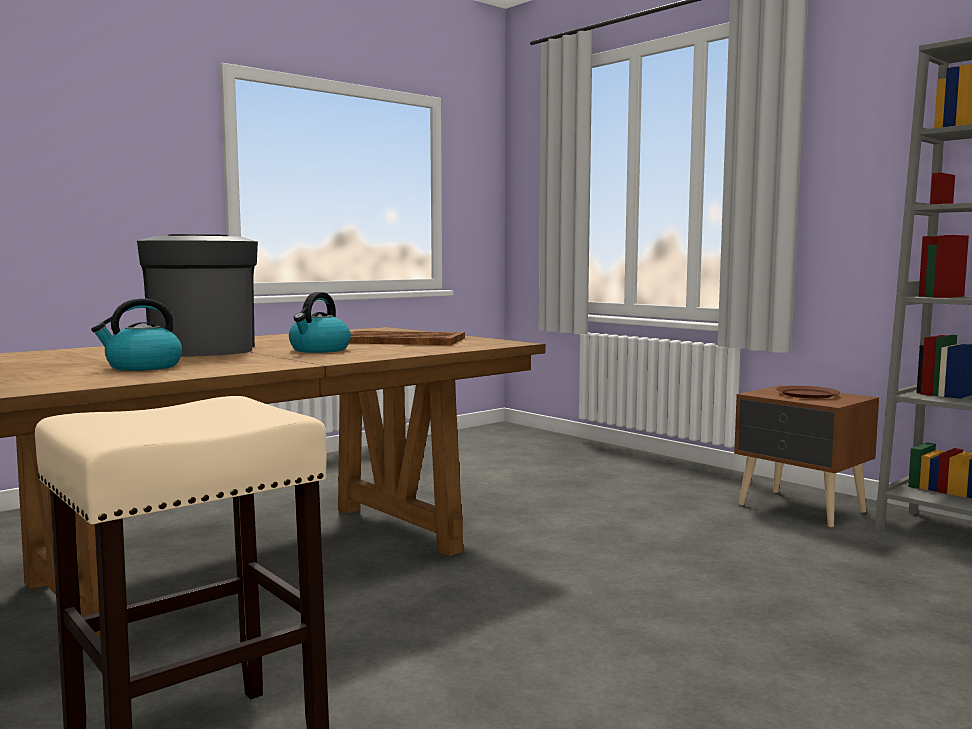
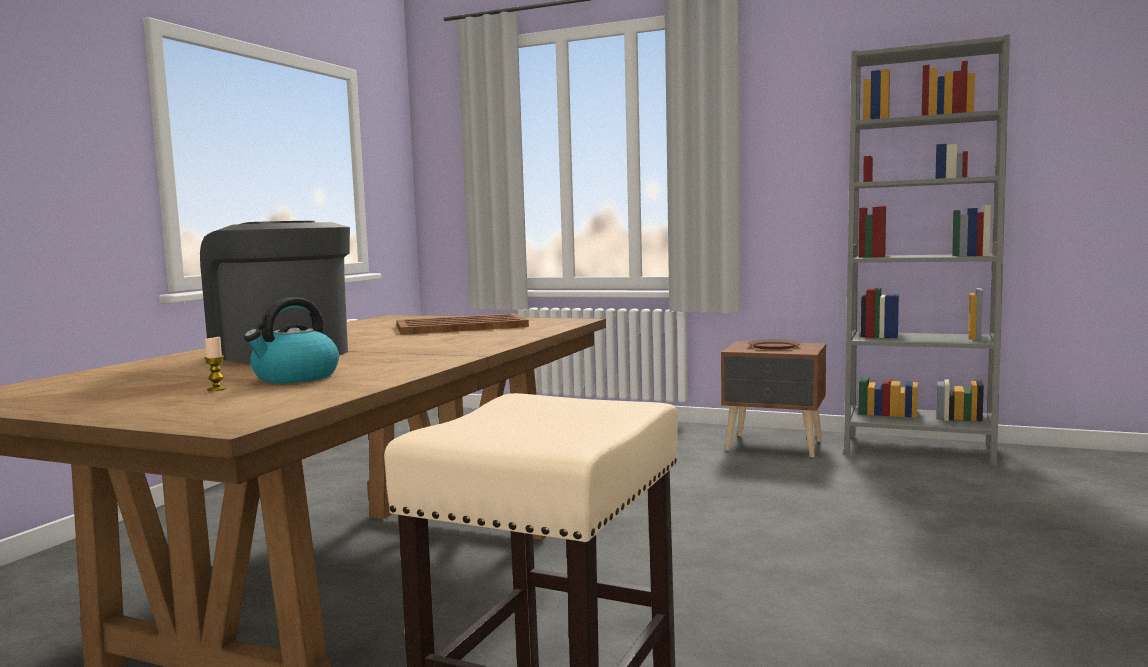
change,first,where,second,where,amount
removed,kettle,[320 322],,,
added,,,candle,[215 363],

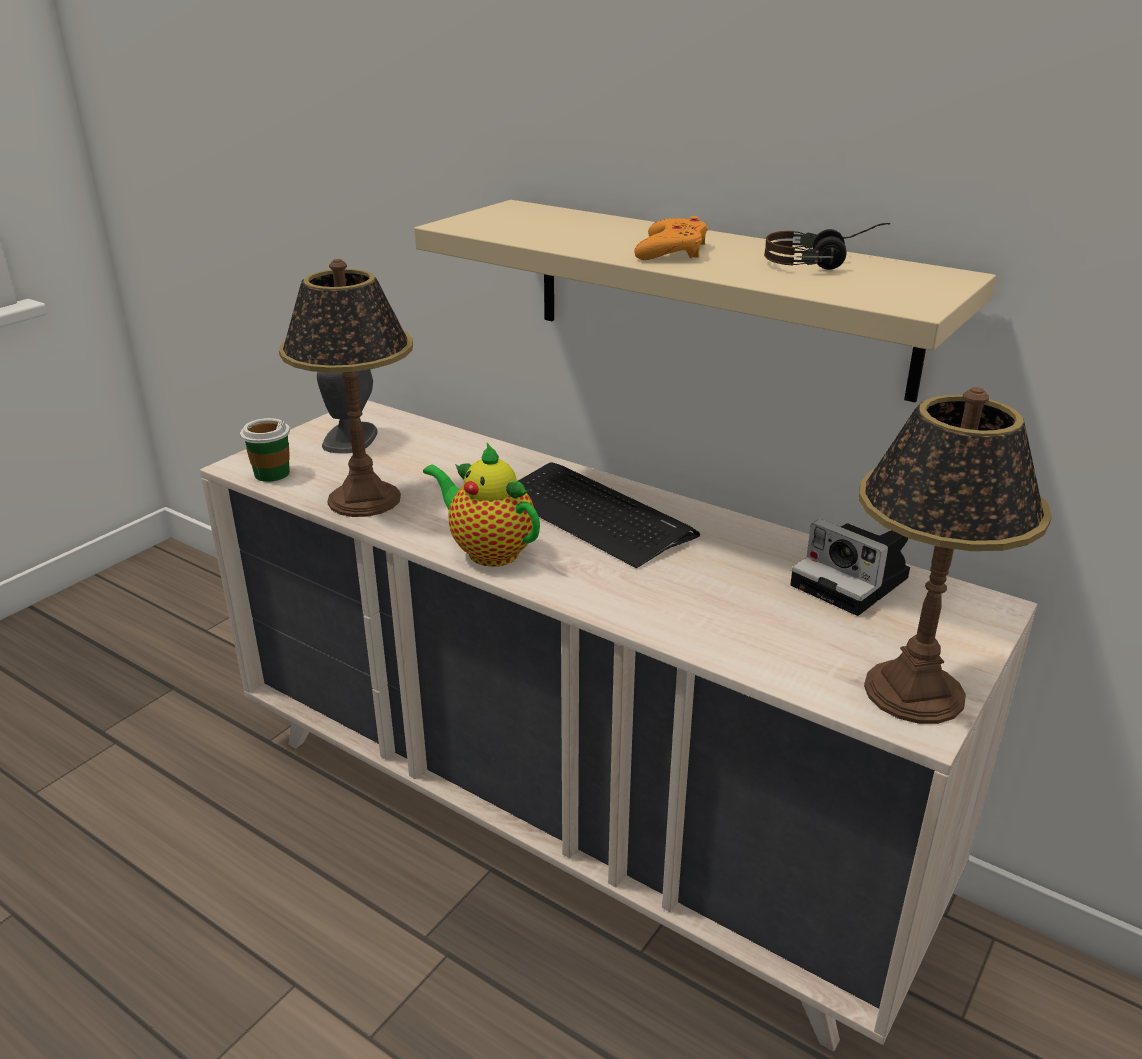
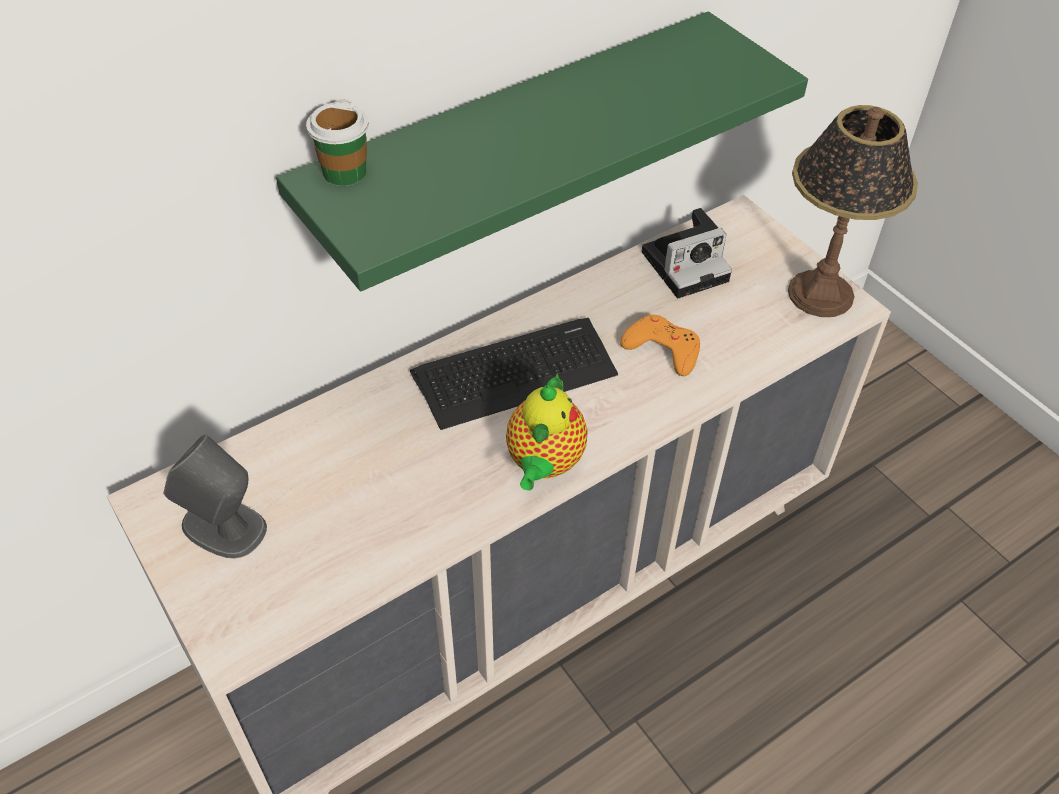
change,first,where,second,where,amount
moved,cup,[265 450],,[337 142],
removed,table_lamp,[346 388],,,
recoloured,beige_shelf,[705 301],green_shelf,[542 151],
turned,teapot,[481 505],,[546 432],45 degrees counterclockwise
moved,orange_game_controller,[671 238],,[660 345],
removed,headphones,[827 246],,,

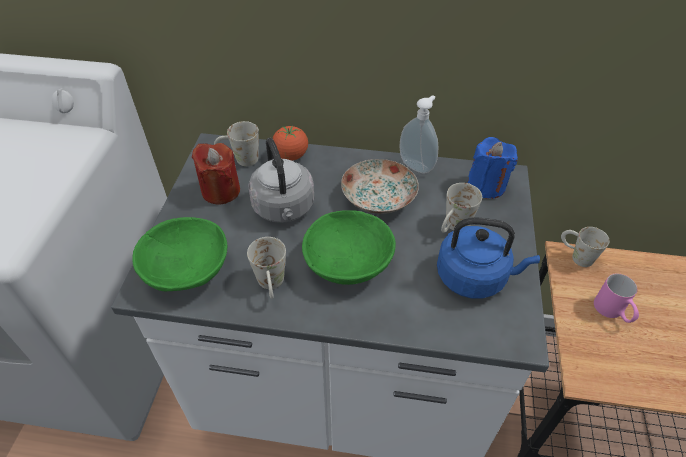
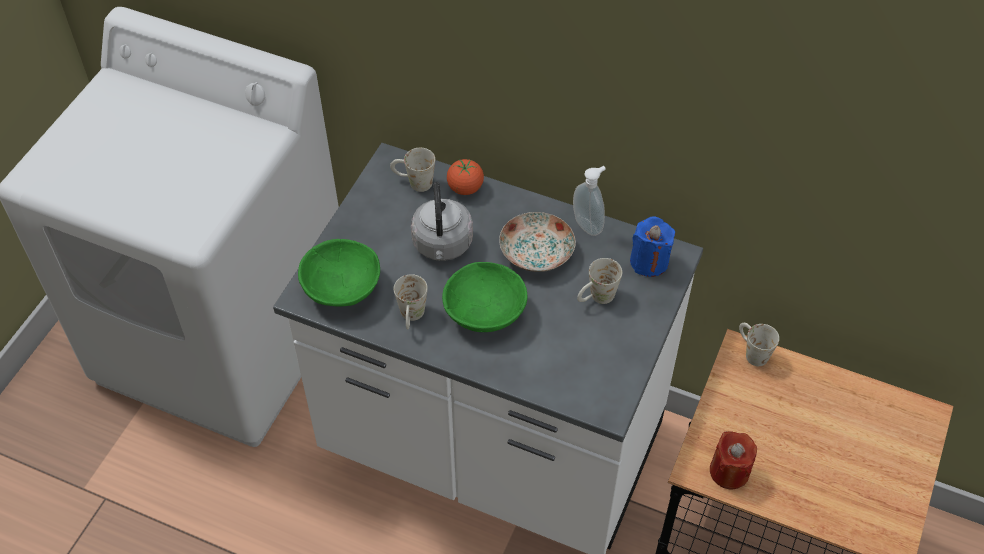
change,first,where,second,where,amount
moved,red_candle,[216 174],,[733 460],
removed,blue_kettle,[488 258],,,
removed,pink_mug,[616 298],,,

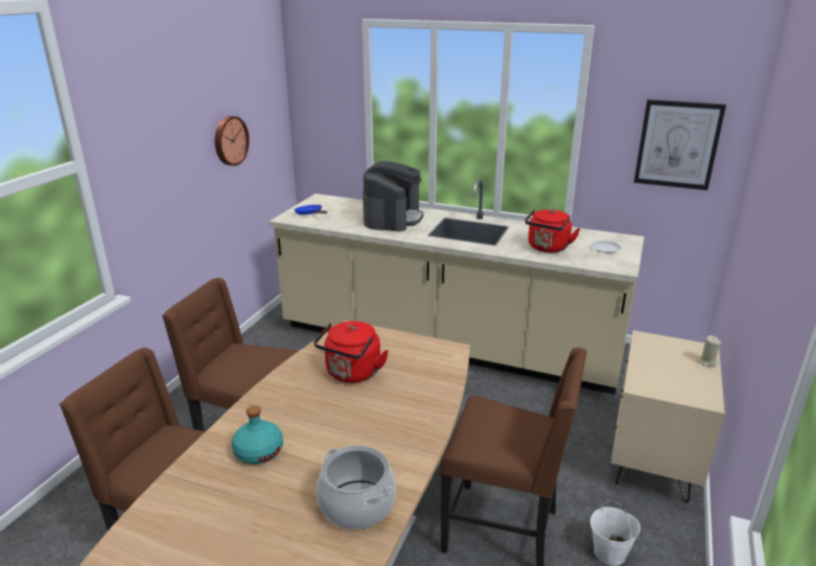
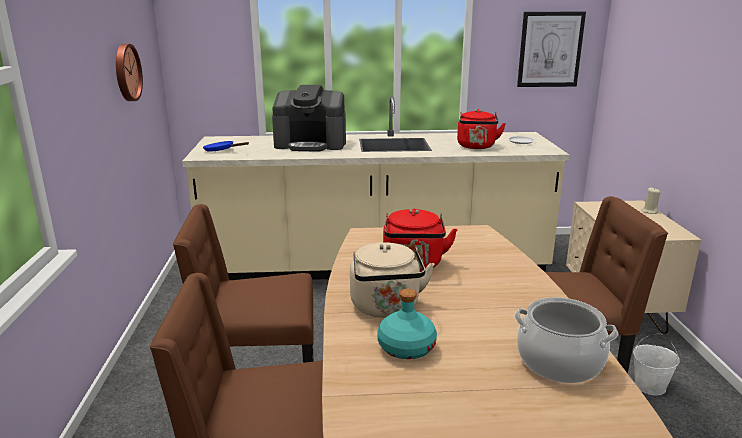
change,first,where,second,where,amount
turned,coffee_machine,[393 196],,[309 118],105 degrees clockwise
added,,,beige_kettle,[392 280],

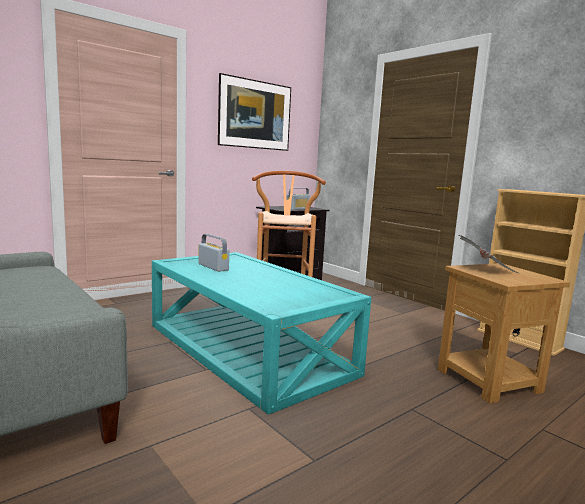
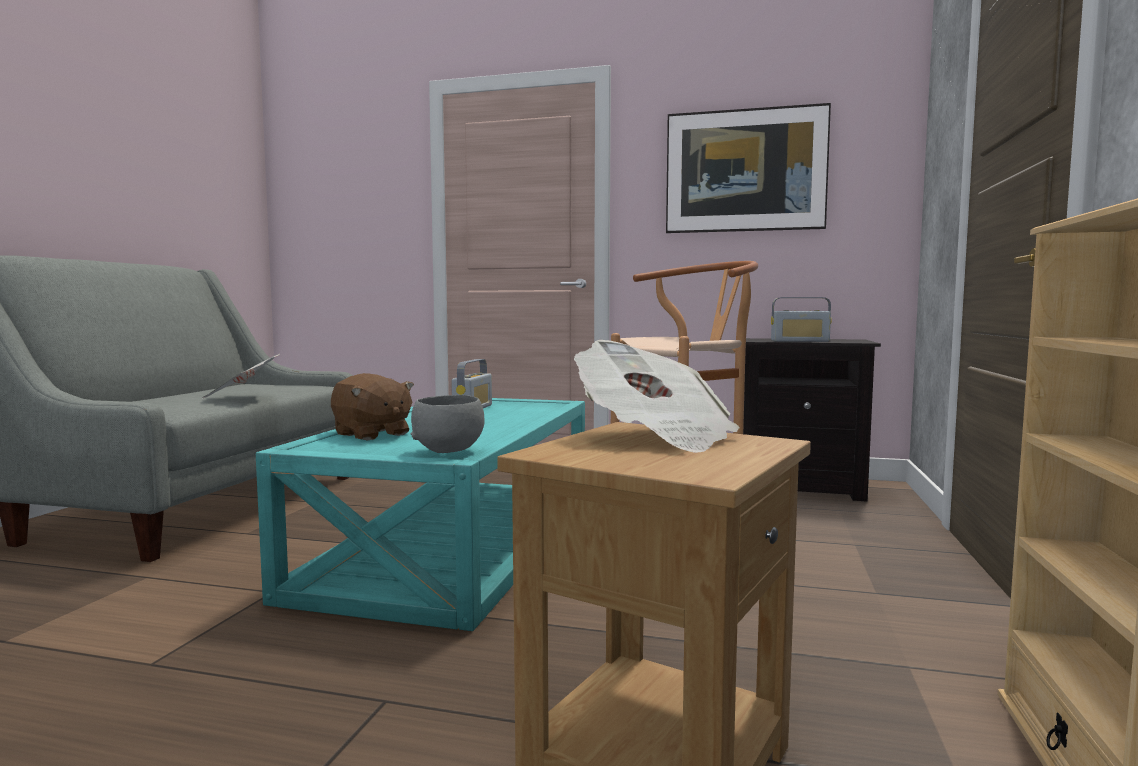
change,first,where,second,where,amount
added,,,newspaper,[240 376],
added,,,brown_plush_toy,[372 406],
added,,,grey_bowl,[448 424],

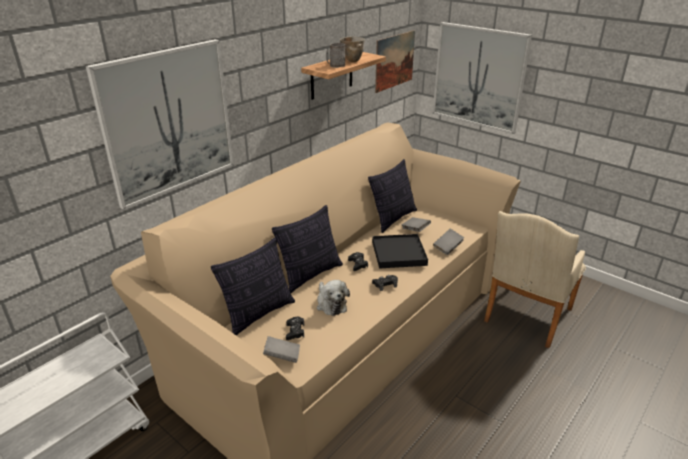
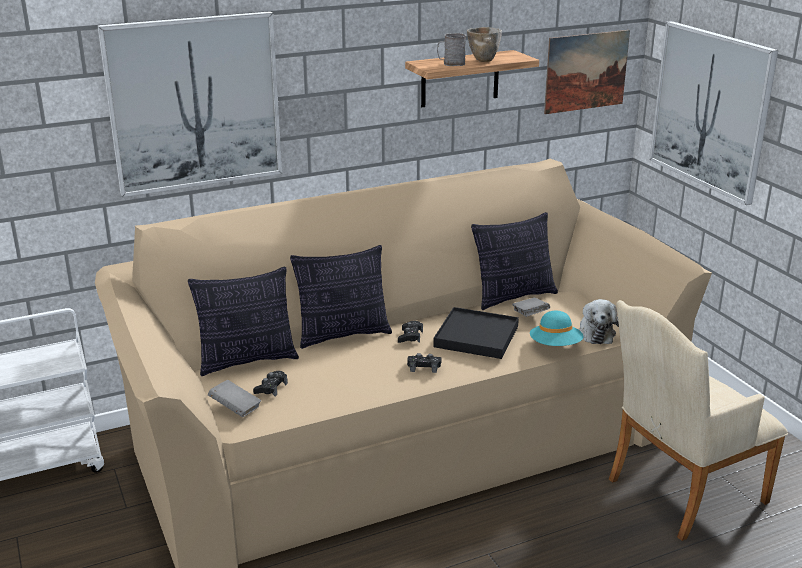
change,first,where,second,where,amount
moved,plush_toy,[333 298],,[598 321],
replaced,grey_book,[448 242],turquoise_hat,[556 328],

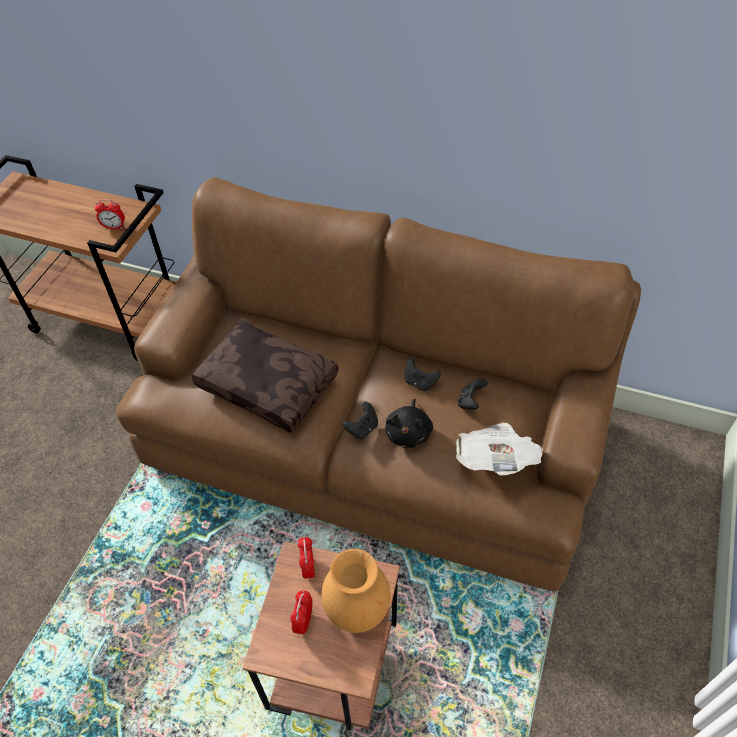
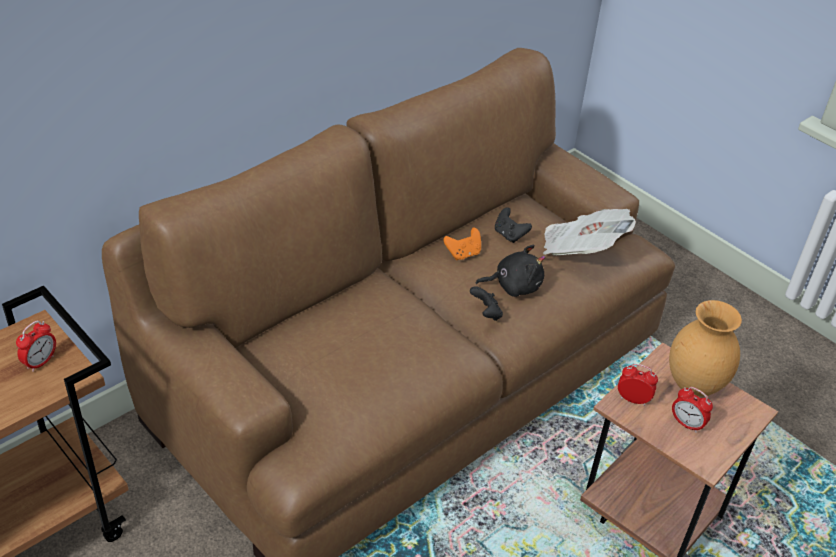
change,first,where,second,where,amount
removed,brown_pillow,[265 376],,,
turned,black_plush_toy,[409 423],,[510 271],45 degrees counterclockwise
recoloured,black_game_controller,[422 374],orange_game_controller,[462 243],

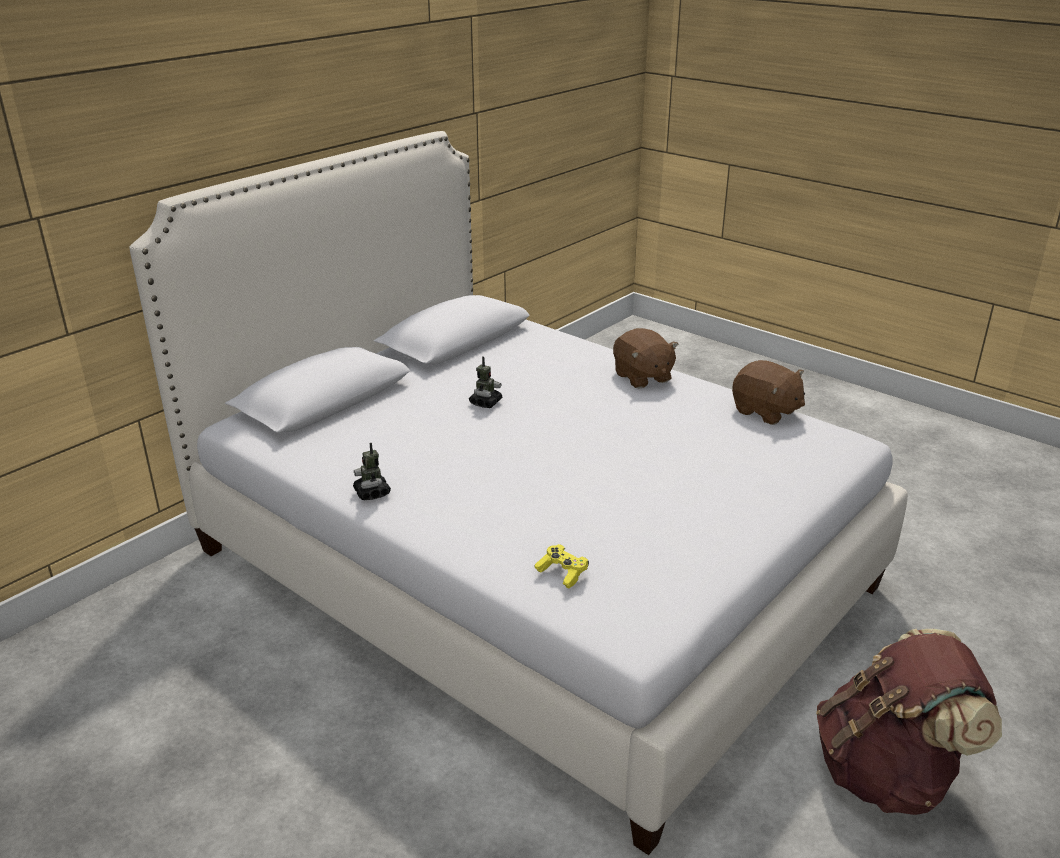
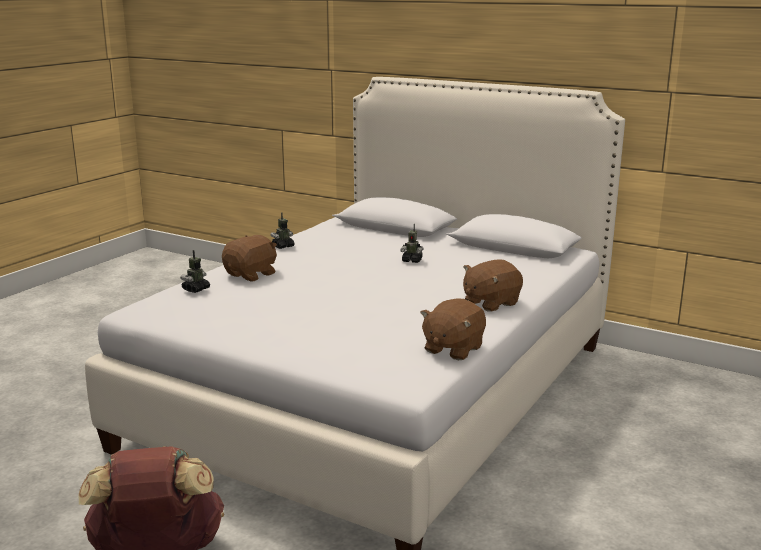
change,first,where,second,where,amount
replaced,yellow_game_controller,[561 566],toy_robot,[195 271],
added,,,brown_plush_toy,[249 258],

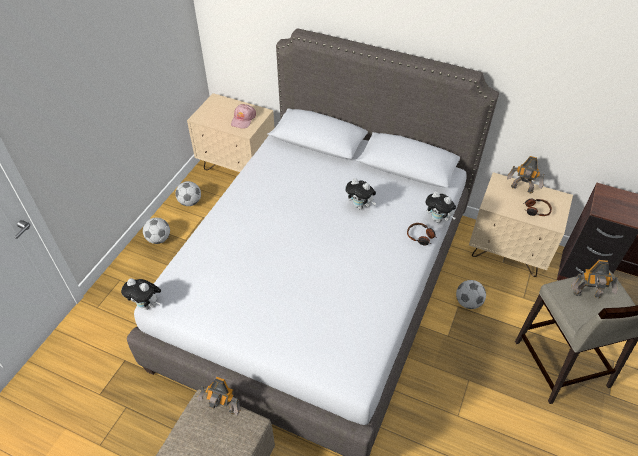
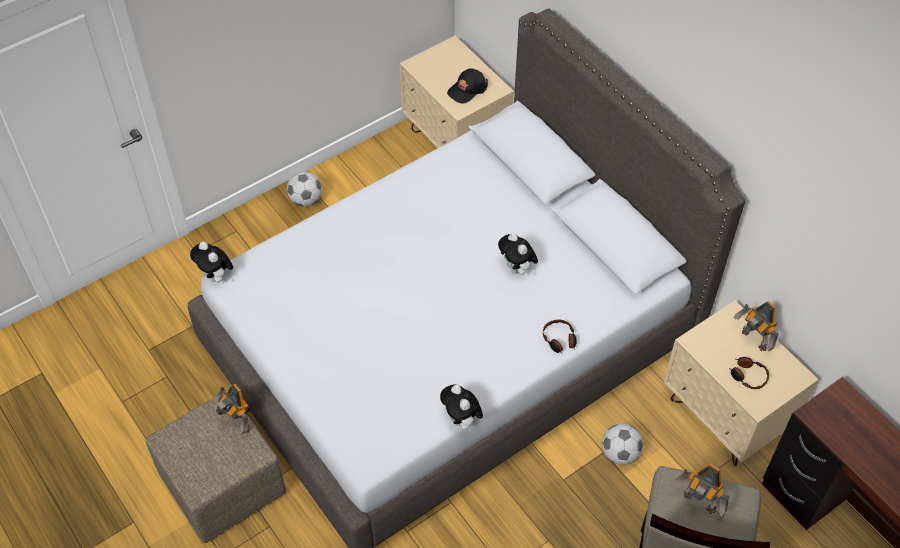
change,first,where,second,where,amount
removed,football,[188 193],,,
recoloured,pink_cap,[243 116],black_cap,[467 86],
moved,plush_toy,[441 207],,[461 408],

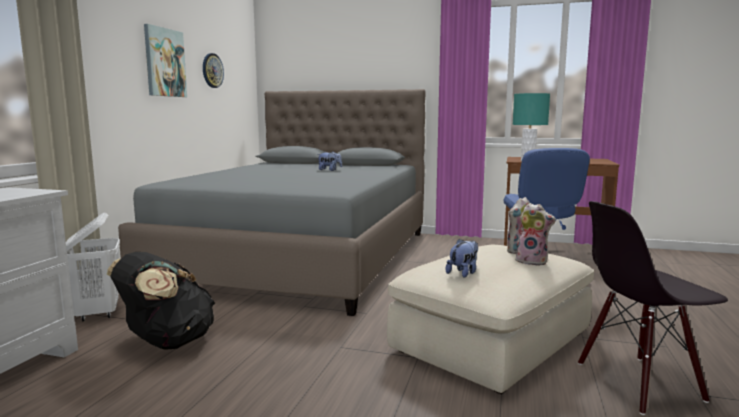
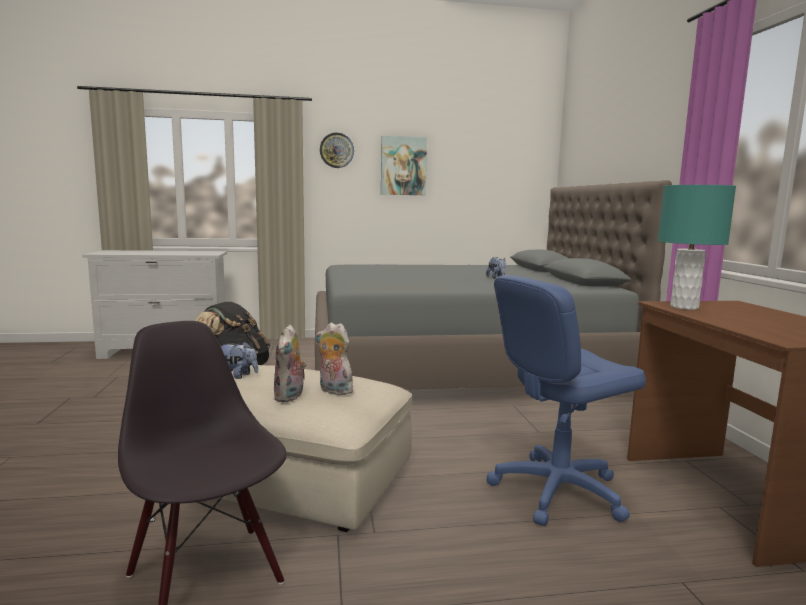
change,first,where,second,where,amount
removed,white_laundry_basket,[93 267],,,
moved,wall_clock,[213 70],,[337 150],

